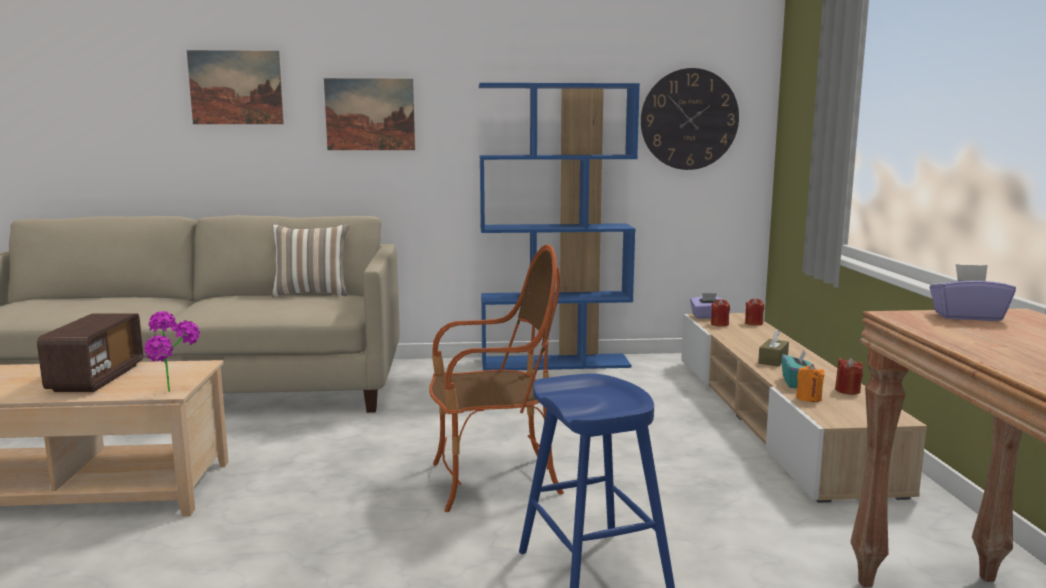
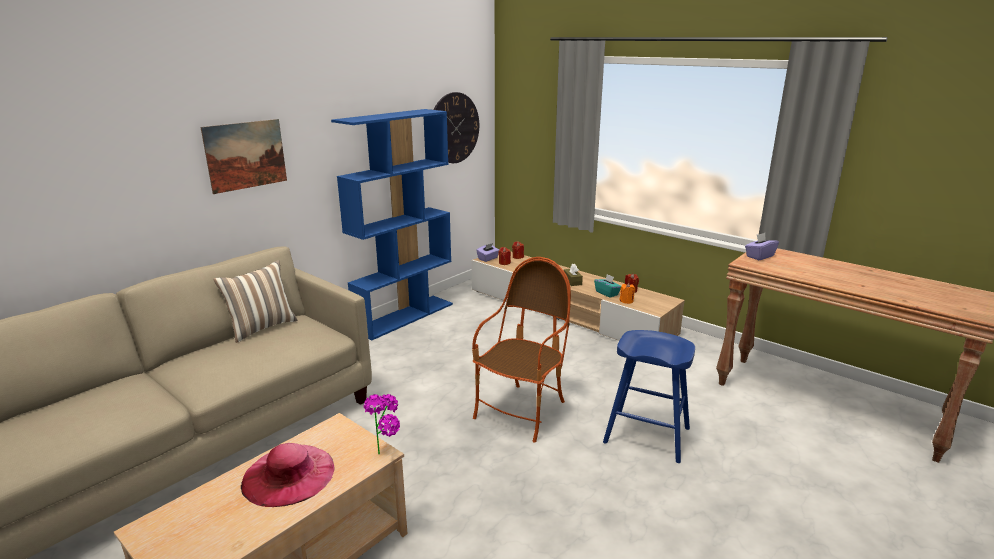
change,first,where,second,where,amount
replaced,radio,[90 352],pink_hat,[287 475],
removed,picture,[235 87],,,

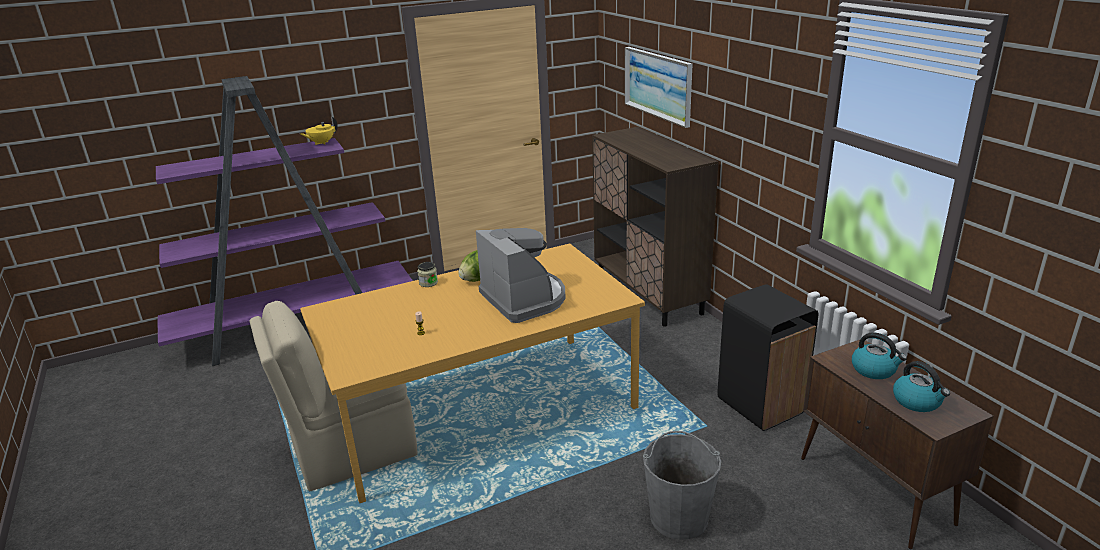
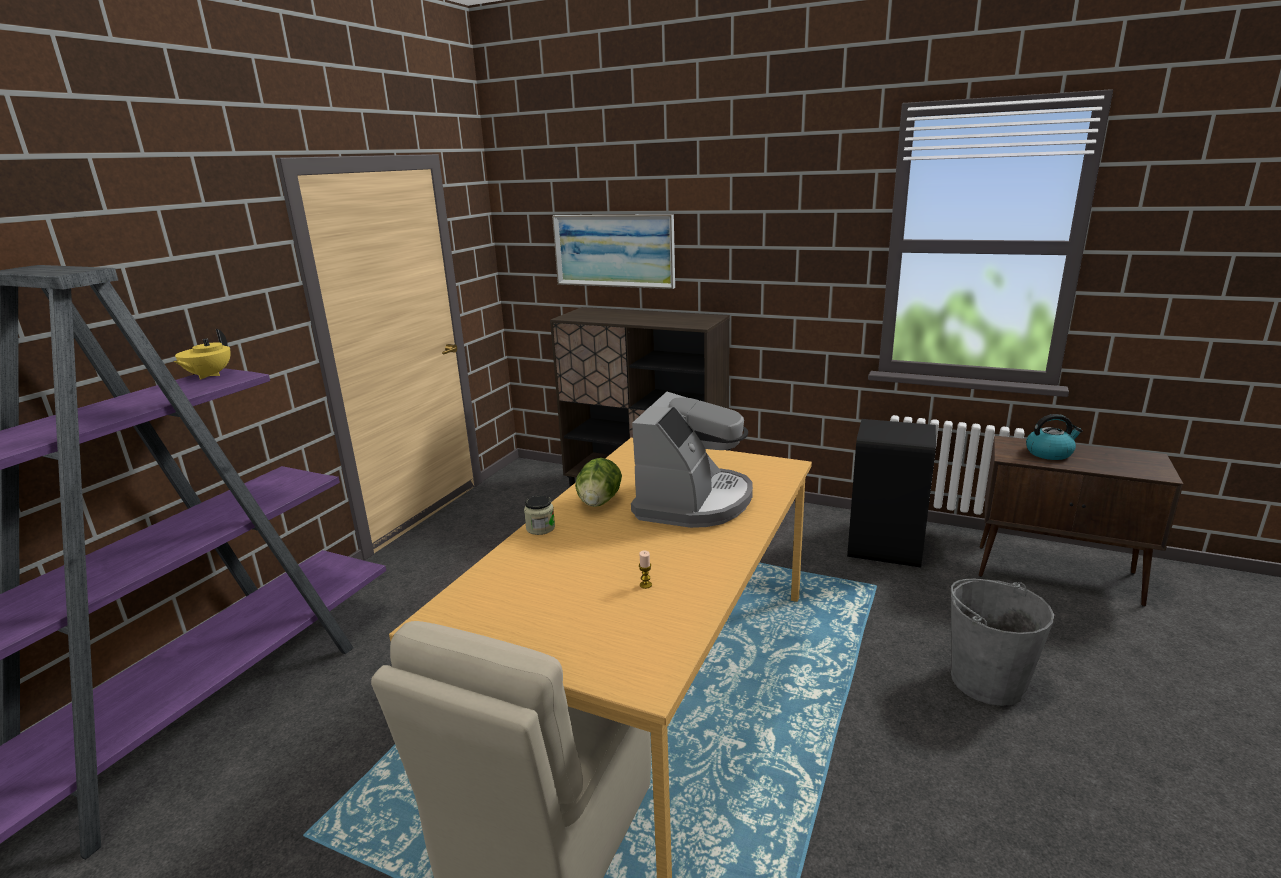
change,first,where,second,where,amount
turned,coffee_machine,[521 275],,[692 460],90 degrees clockwise
removed,kettle,[921 386],,,

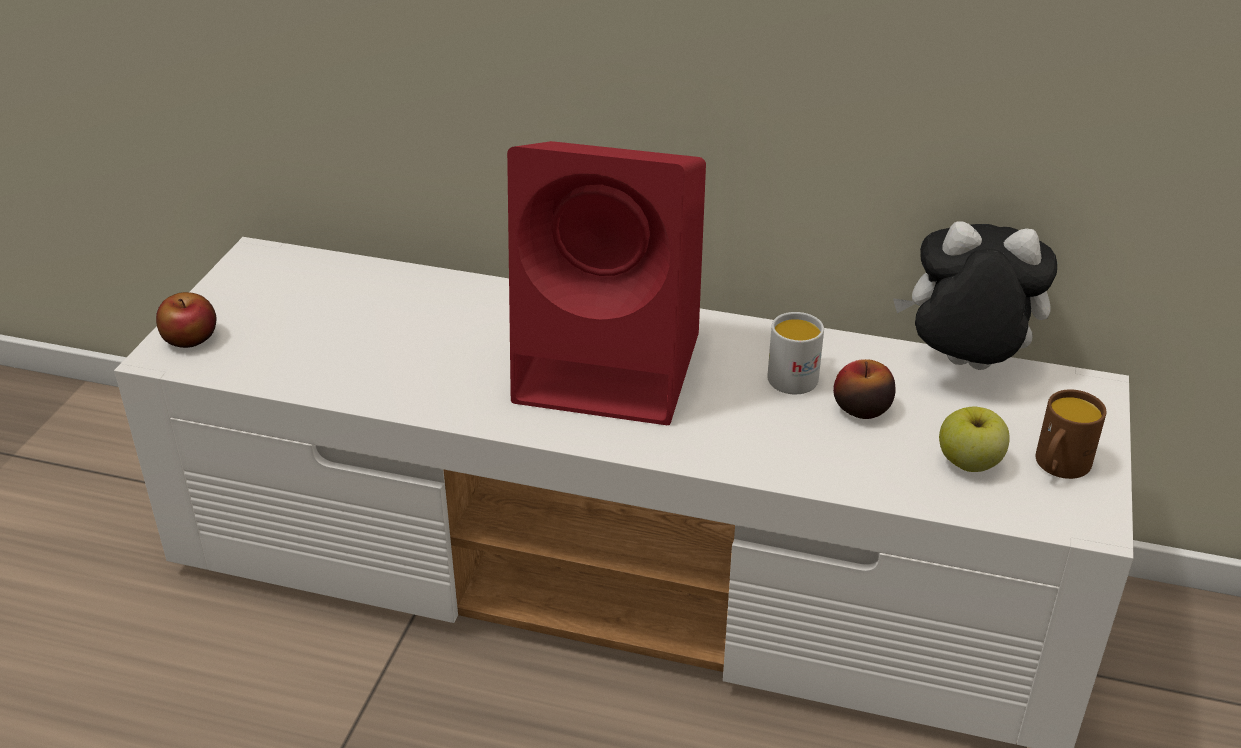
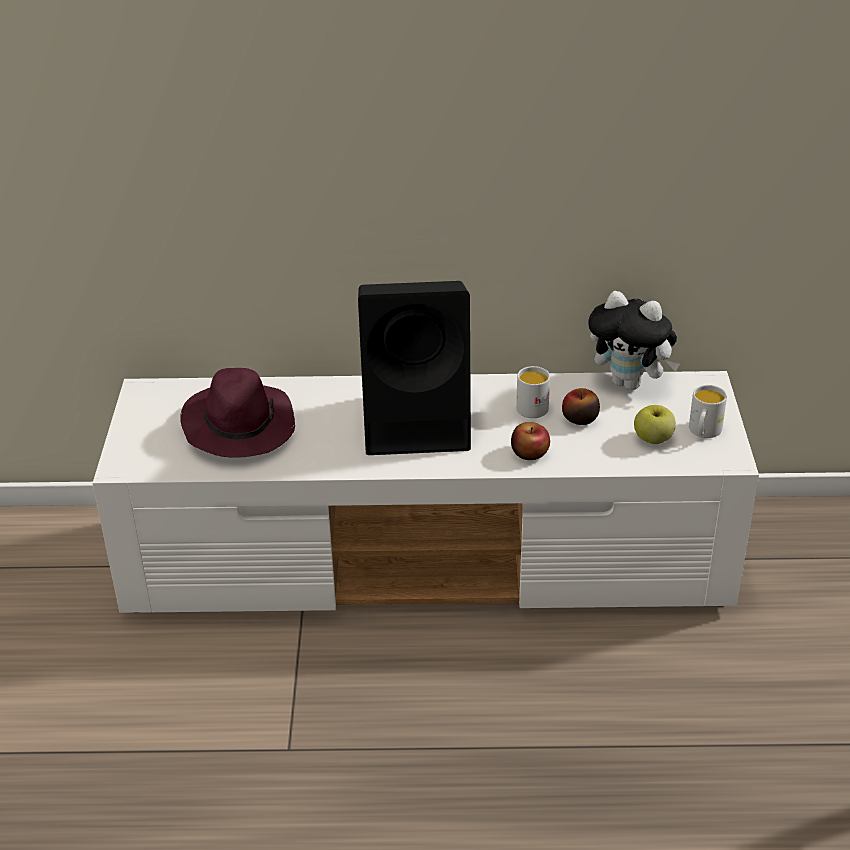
change,first,where,second,where,amount
moved,apple,[186 320],,[530 441],
recoloured,red_speaker,[606 283],black_speaker,[414 368],
turned,plush_toy,[975 295],,[634 340],150 degrees counterclockwise
recoloured,brown_mug,[1071 434],white_mug,[708 411],
added,,,purple_hat,[237 413],

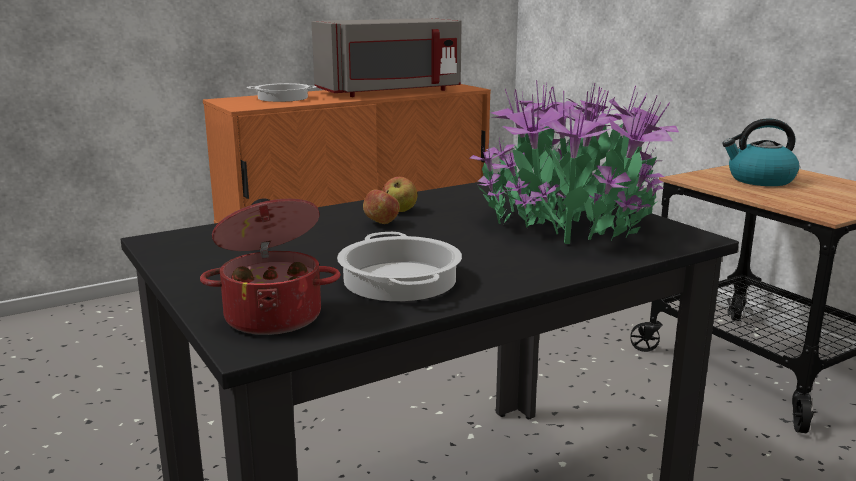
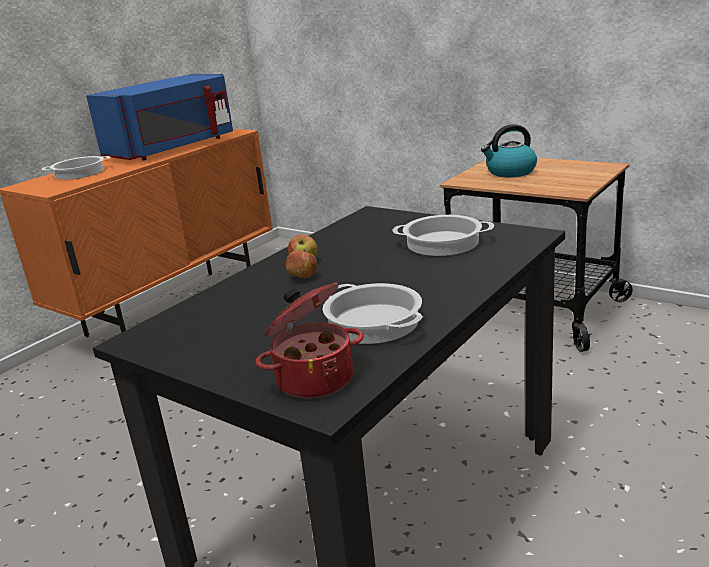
change,first,where,second,where,amount
recoloured,grey_microwave,[387 57],blue_microwave,[159 117],
replaced,potted_plant,[574 162],cooking_pot,[443 235],

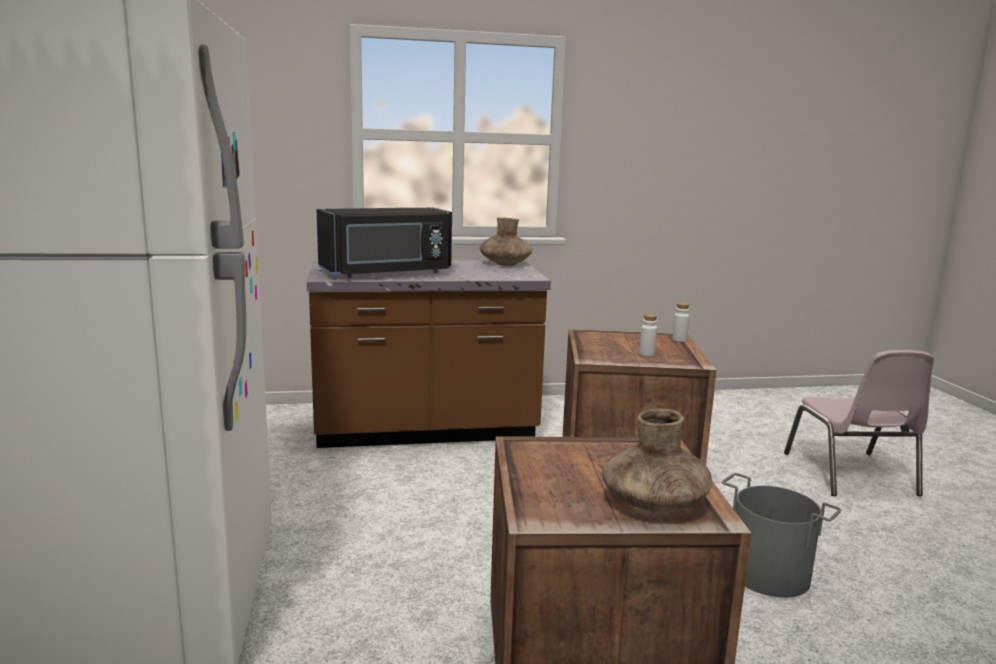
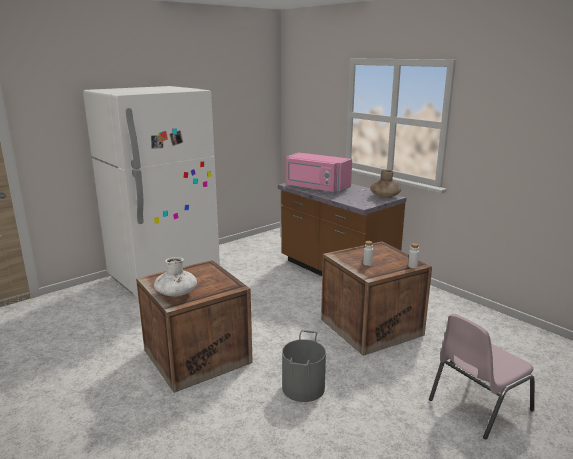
change,first,where,second,where,amount
recoloured,black_microwave,[384 242],pink_microwave,[319 173],
recoloured,brown_vase,[657 460],white_vase,[175 277],

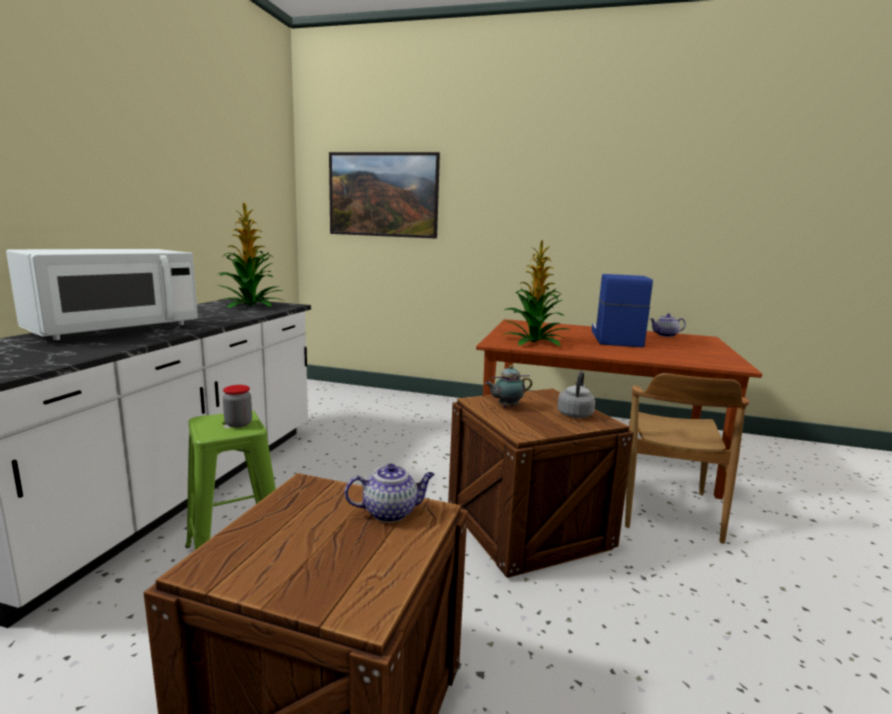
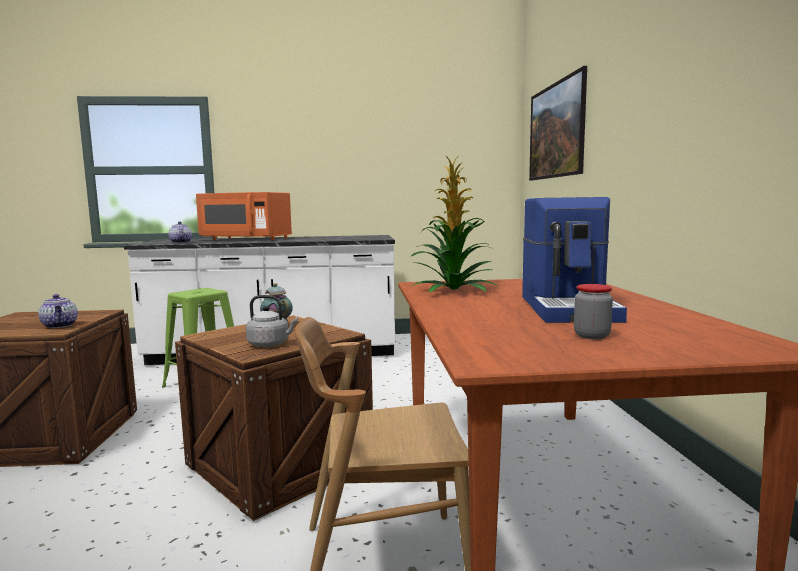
change,first,where,second,where,amount
recoloured,white_microwave,[102 294],orange_microwave,[244 216],
removed,potted_plant,[250 255],,,
moved,jar,[237 406],,[593 311],
turned,coffee_machine,[622 310],,[574 260],105 degrees clockwise
moved,teapot,[668 325],,[180 232],

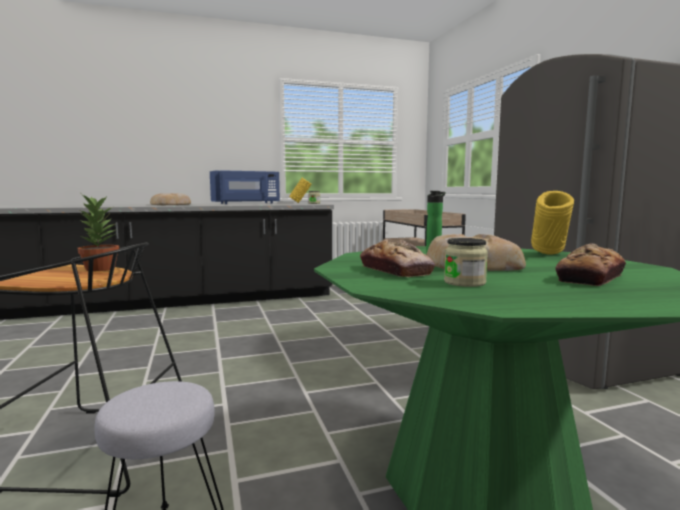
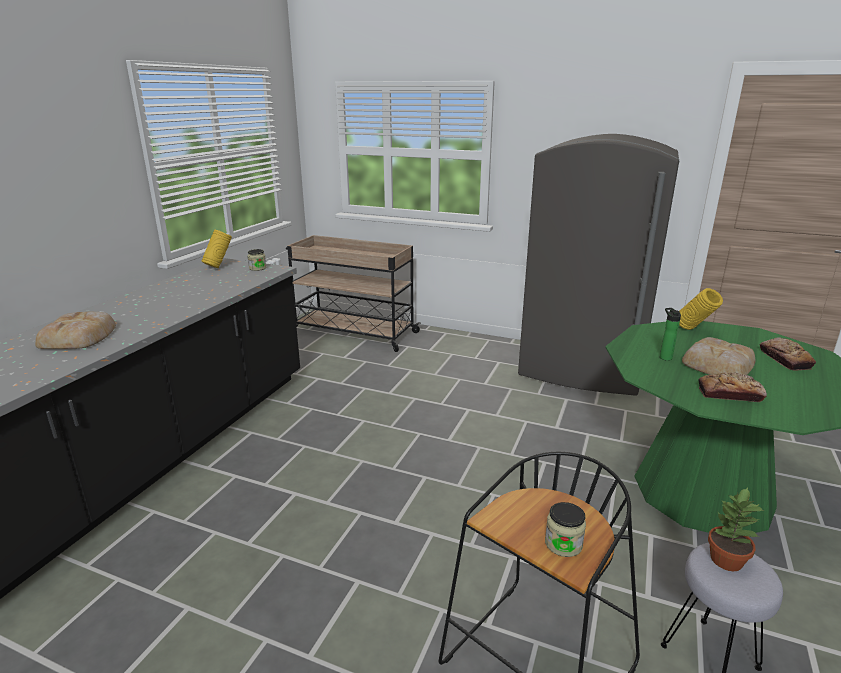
change,first,where,second,where,amount
moved,potted_plant,[98 233],,[736 529],
removed,blue_microwave,[245 187],,,
moved,jar,[466 262],,[565 529],

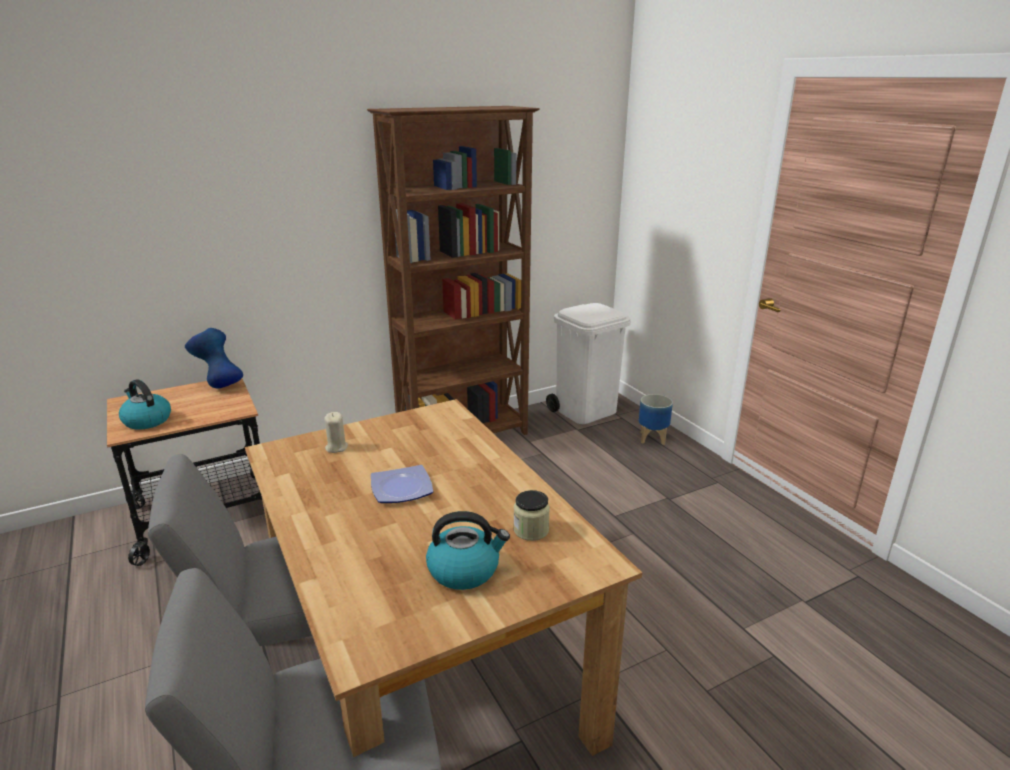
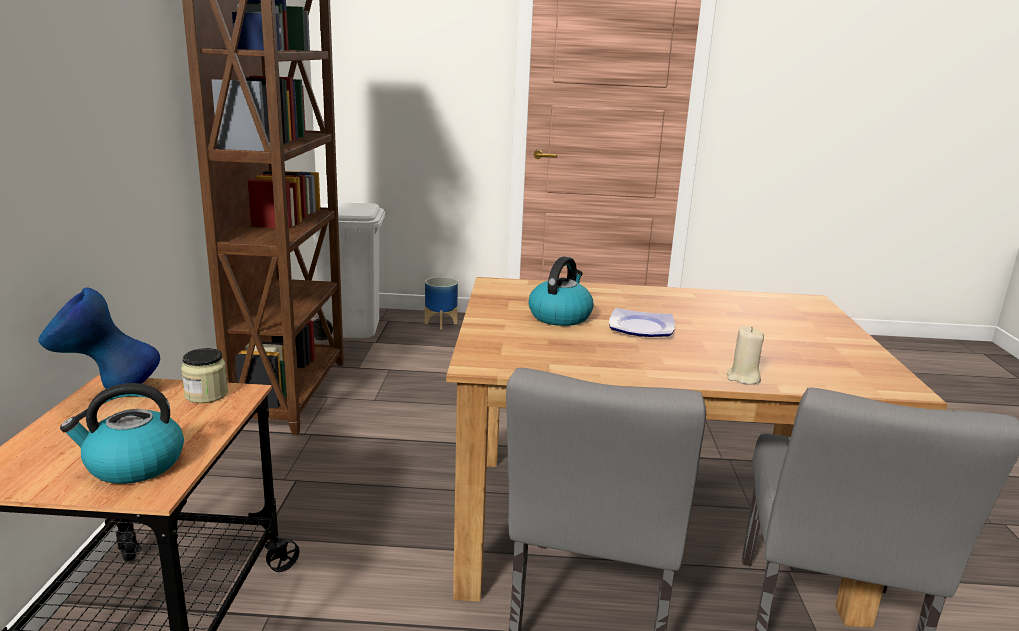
change,first,where,second,where,amount
moved,beige_candle,[336 432],,[745 355],
moved,kettle,[468 550],,[560 291],
moved,jar,[532 515],,[204 375],

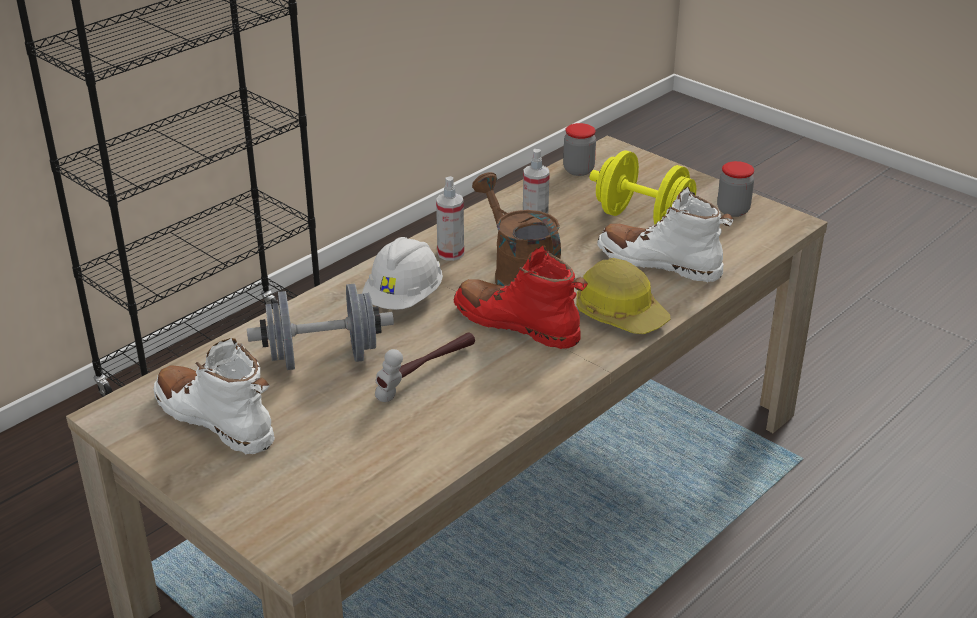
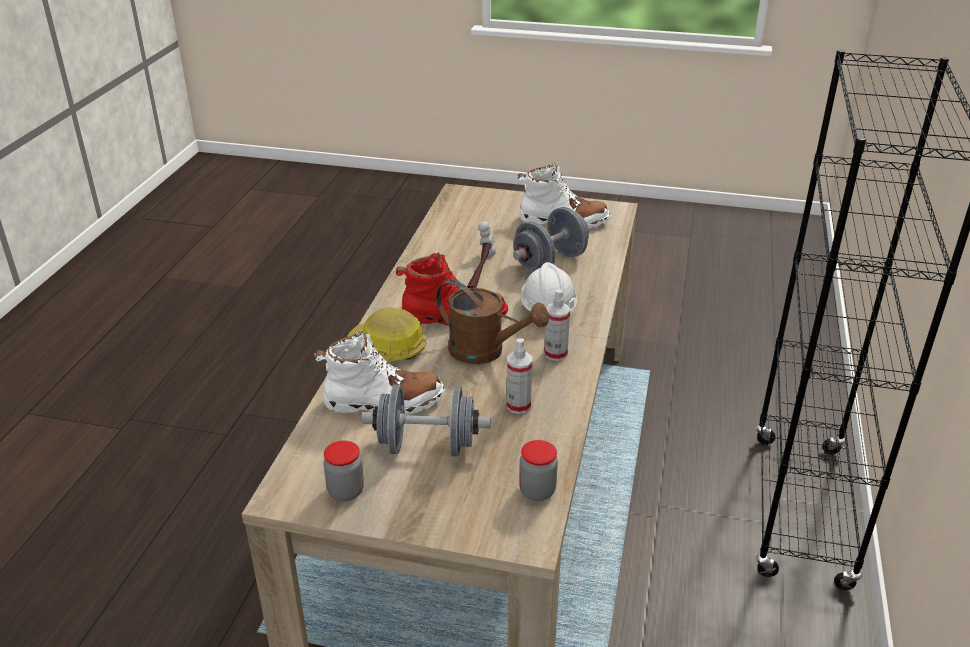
change,first,where,second,where,amount
recoloured,yellow_dumbbell,[643 187],grey_dumbbell,[426 420],

